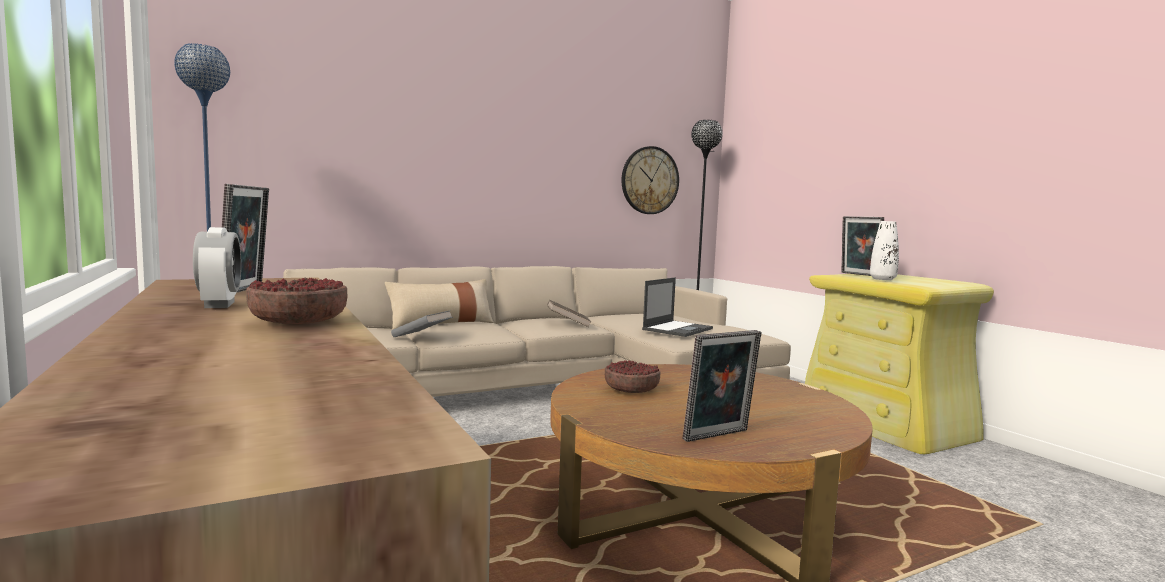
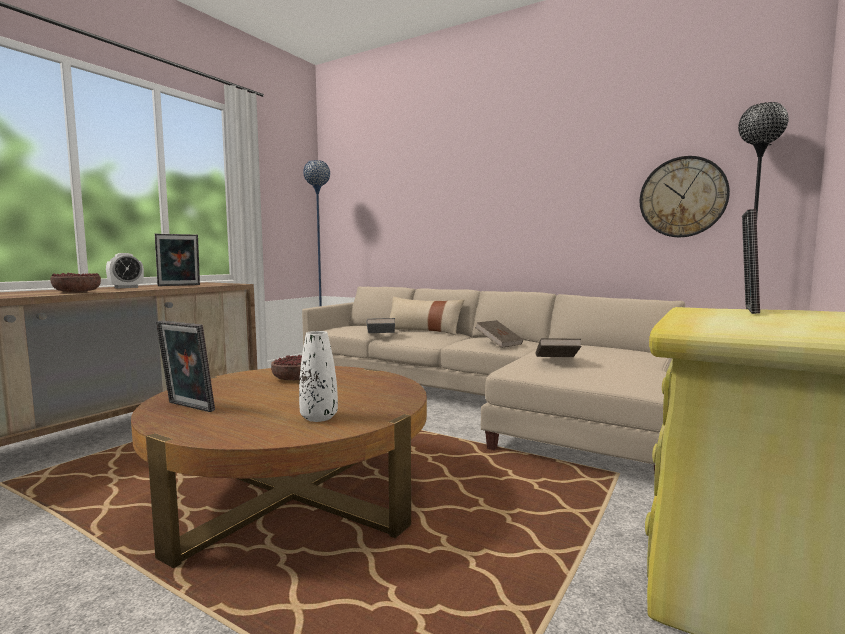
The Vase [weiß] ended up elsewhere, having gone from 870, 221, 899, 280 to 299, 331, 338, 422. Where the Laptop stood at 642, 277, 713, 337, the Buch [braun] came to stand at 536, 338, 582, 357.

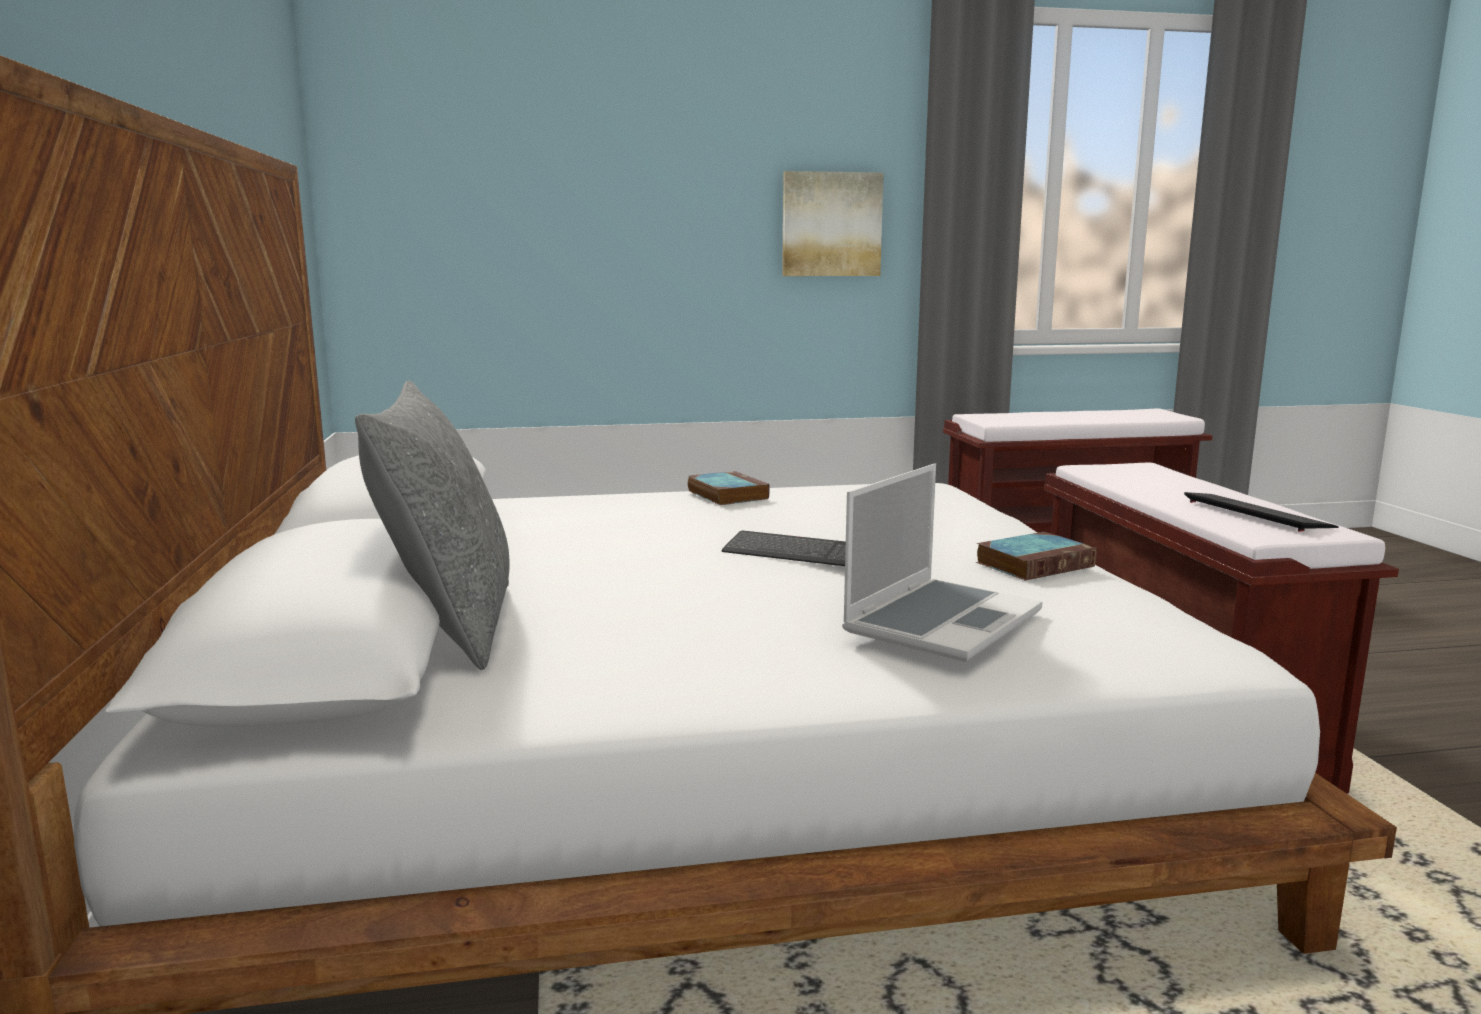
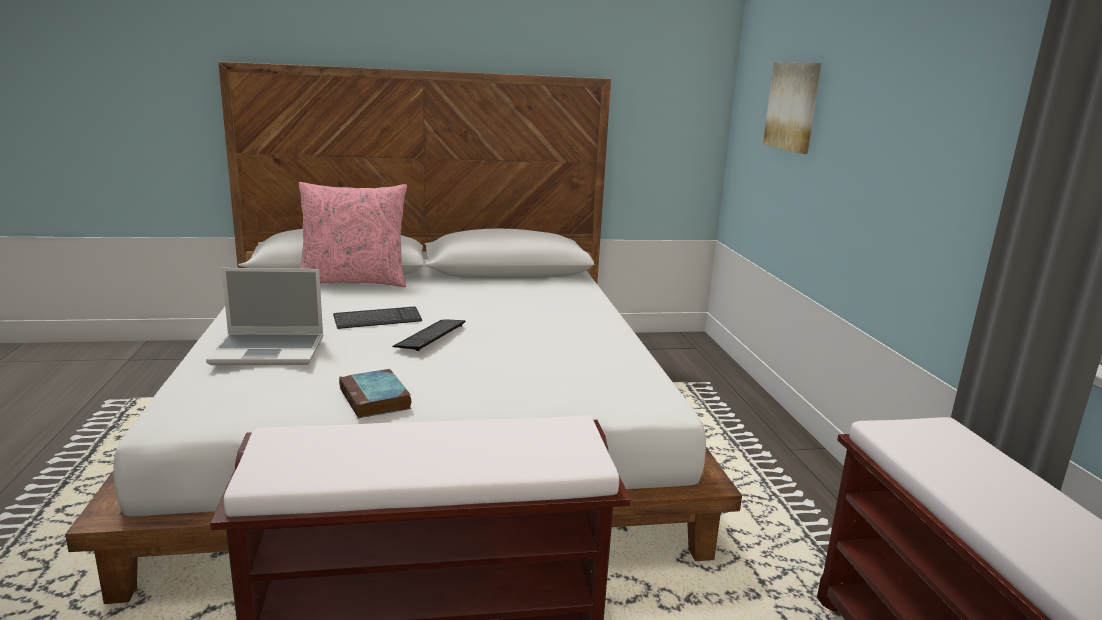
The Laptop at 842, 463, 1042, 662 ended up facing another way, 45 degrees counterclockwise from before. What was the Kissen [grau] at 355, 381, 510, 670 turned into the Kissen [rosa] at 299, 182, 407, 287. The Tastatur ended up elsewhere, having gone from 1184, 492, 1339, 532 to 333, 307, 422, 329. The Bild ended up elsewhere, having gone from 782, 171, 884, 276 to 763, 62, 821, 154. The second view lost the Buch at 688, 471, 770, 505.

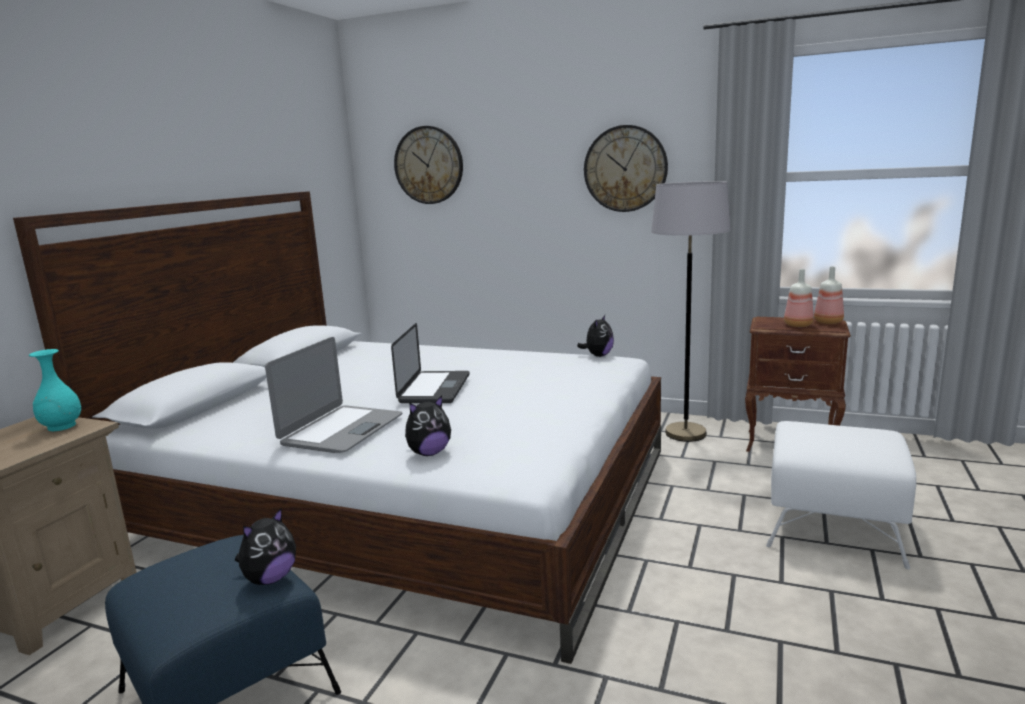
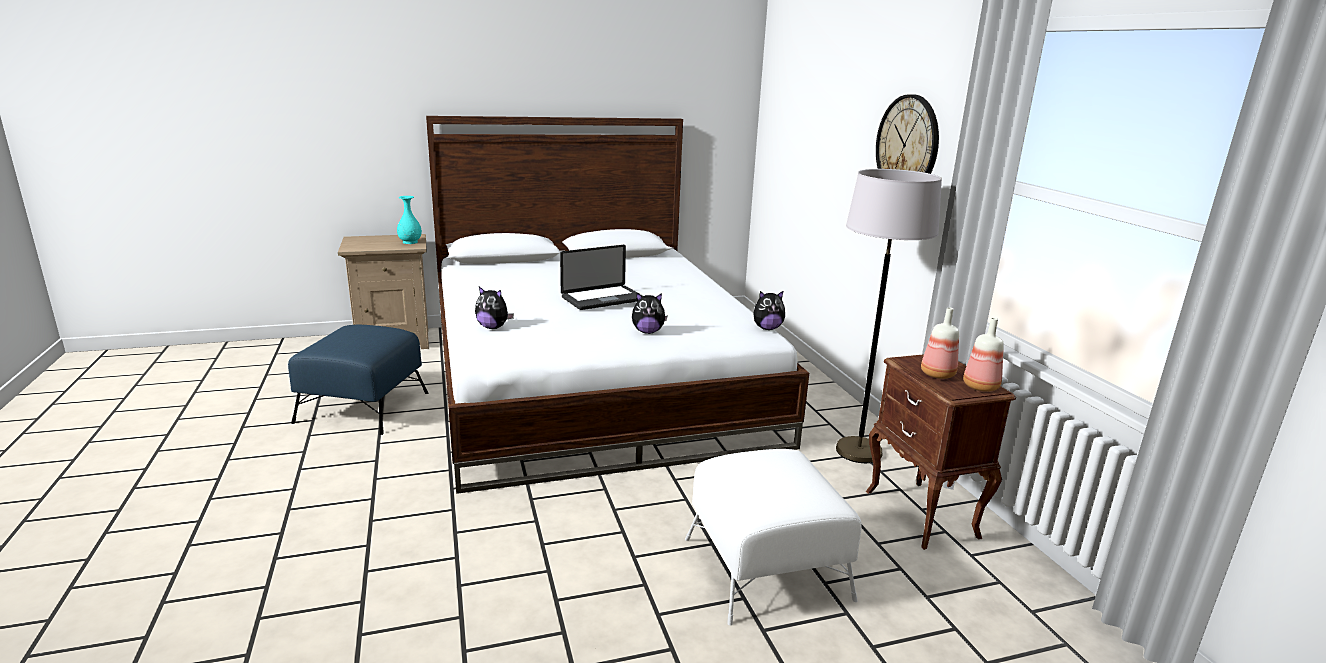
The Plüschtier ended up elsewhere, having gone from 235, 508, 296, 585 to 632, 293, 668, 334. The second view lost the Laptop at 265, 337, 402, 453. The second view lost the Wanduhr at 394, 126, 463, 204.

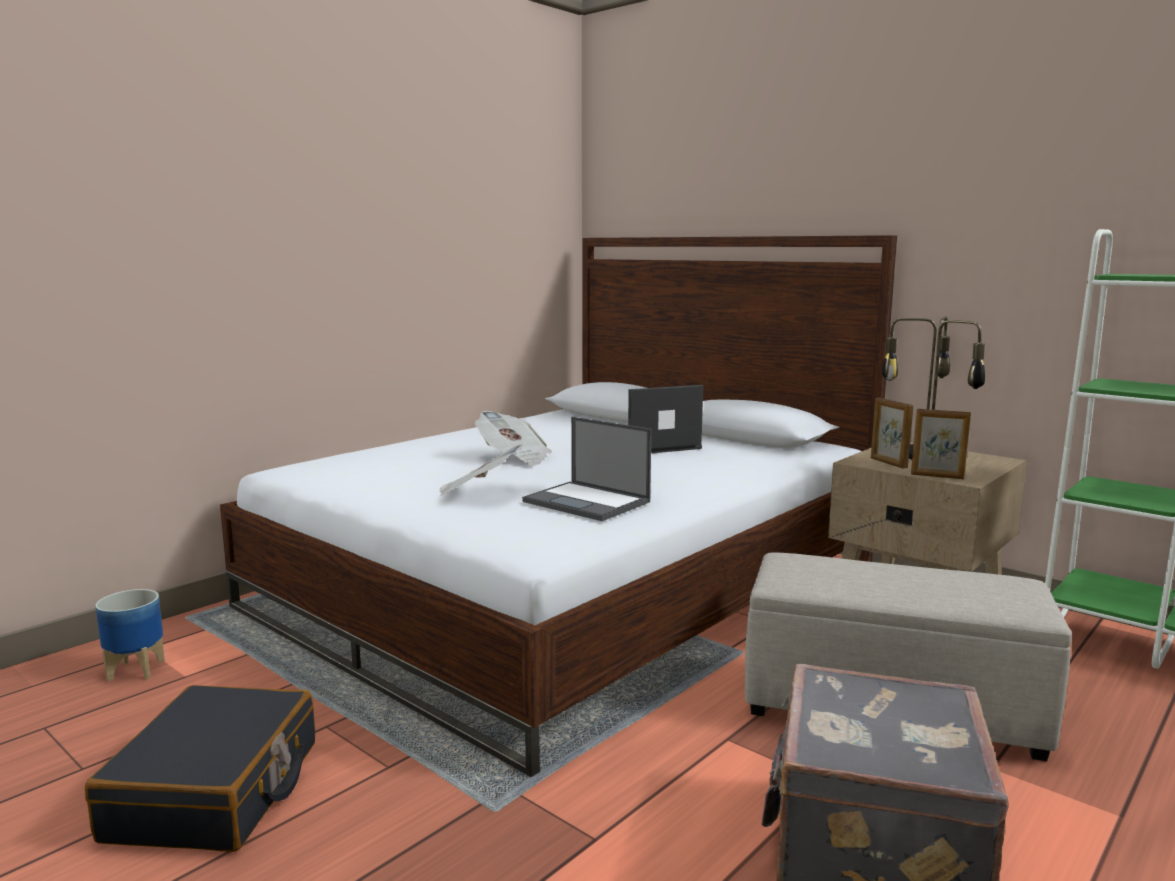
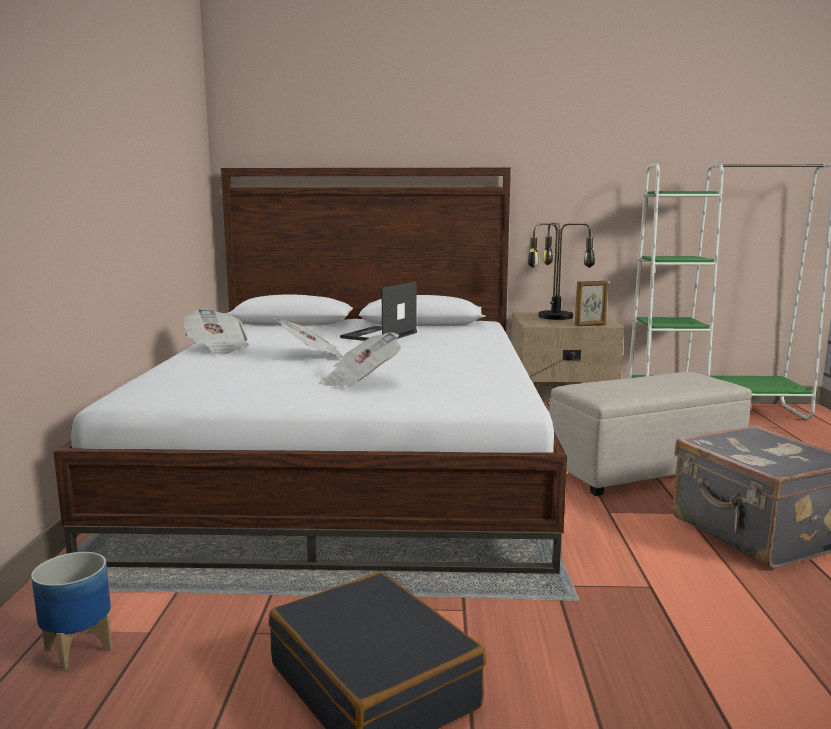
The second view gained the Zeitung at 184, 308, 249, 355. The second view lost the Laptop at 522, 417, 652, 521. The second view lost the Bilderrahmen at 871, 398, 913, 469.

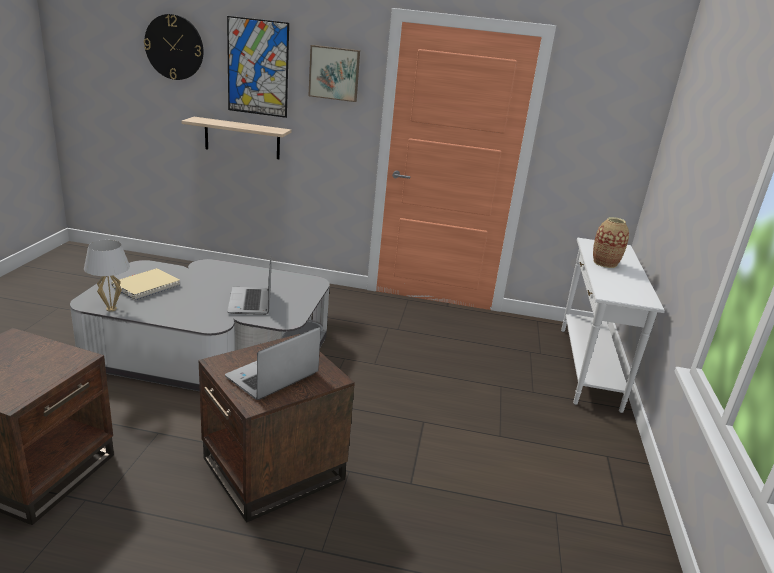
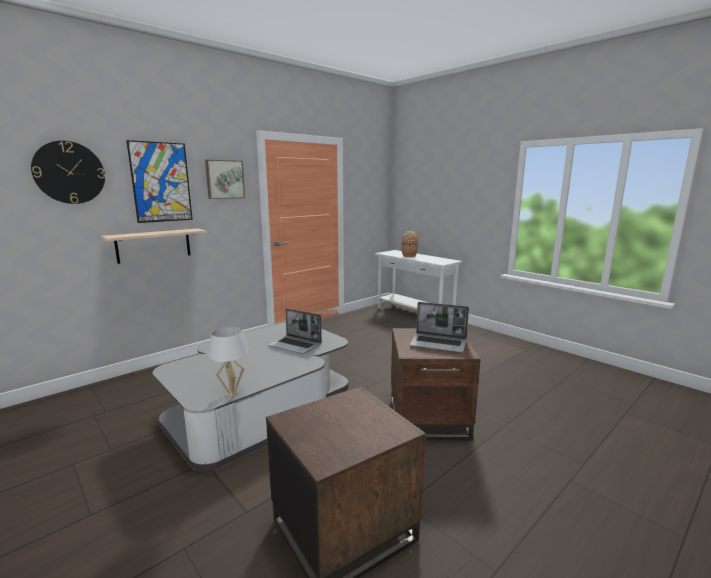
The Laptop at 225, 327, 321, 400 ended up facing another way, 60 degrees counterclockwise from before. The second view lost the Buch [beige] at 111, 268, 180, 301.

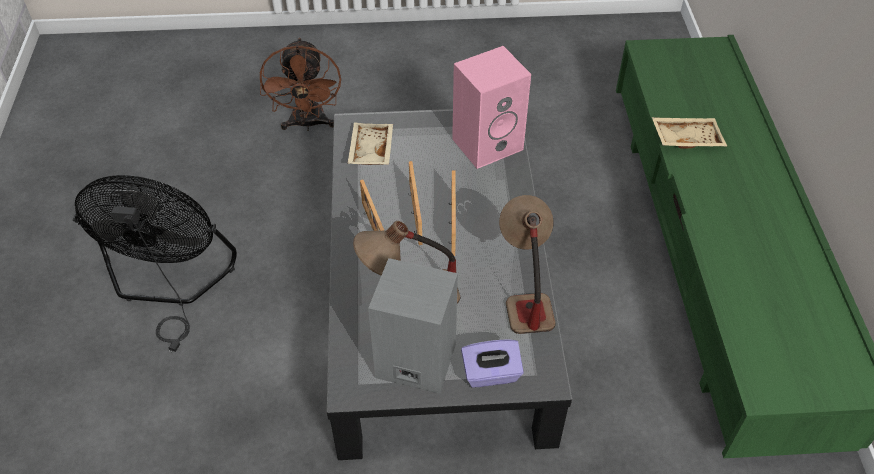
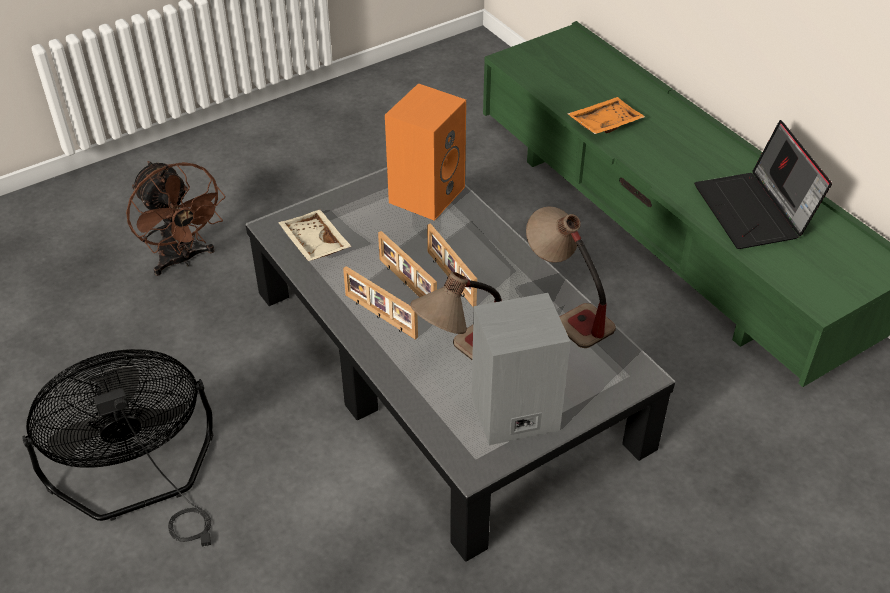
What was the Lautsprecher [rosa] at 452, 46, 531, 169 turned into the Lautsprecher [orange] at 385, 83, 466, 221. What was the Tablett [beige] at 652, 117, 727, 149 turned into the Tablett [orange] at 567, 97, 645, 134. The second view gained the Laptop at 694, 120, 832, 249. The second view lost the Taschentuchbox [lila] at 461, 339, 524, 387.

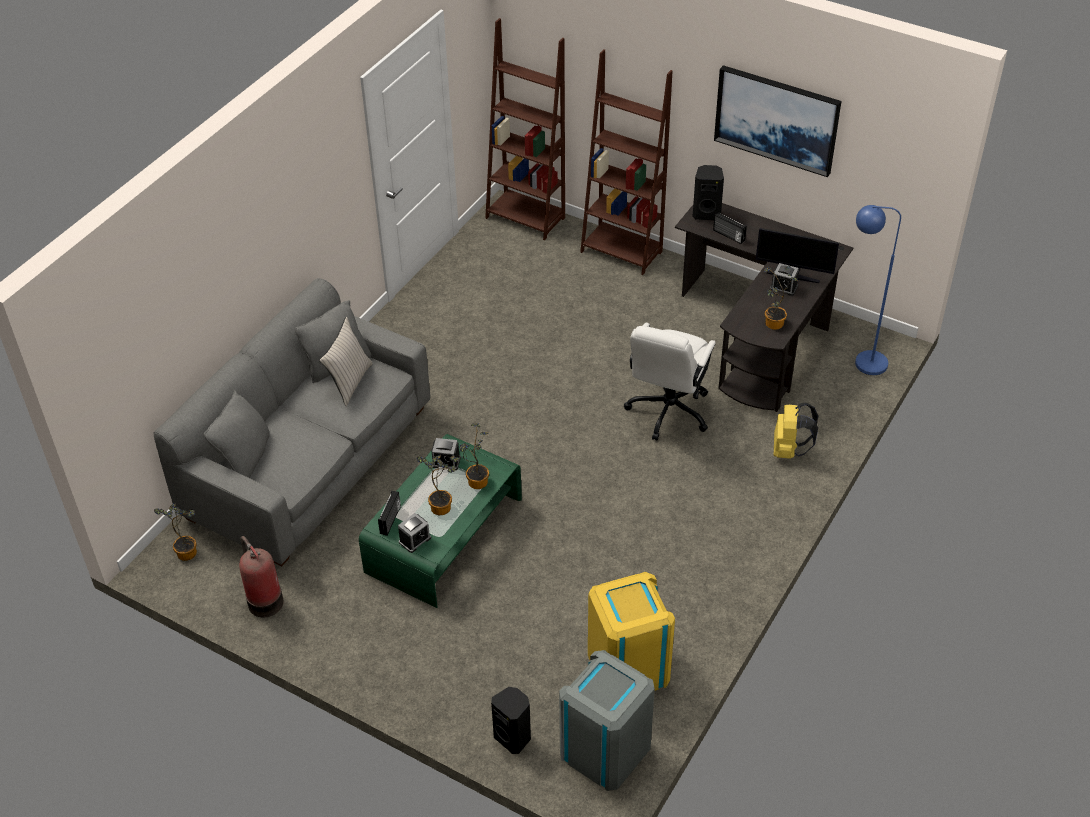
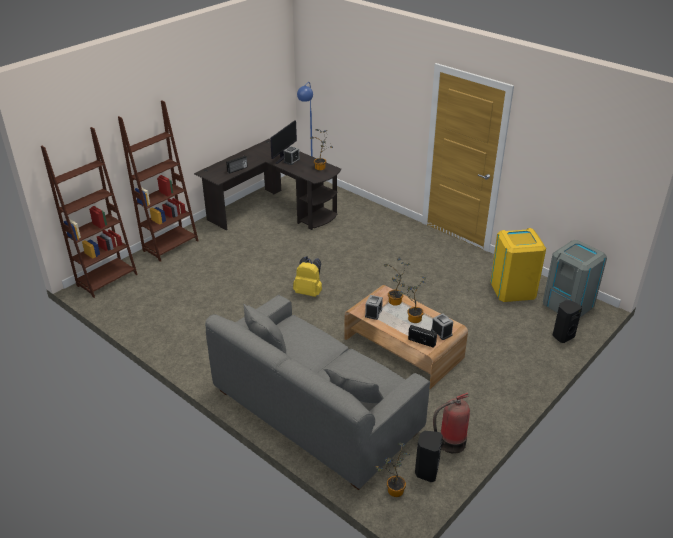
The Rucksack [gelb] ended up elsewhere, having gone from 774, 403, 818, 459 to 293, 256, 322, 297. What was the Couchtisch [grün] at 359, 434, 522, 608 turned into the Couchtisch [braun] at 344, 285, 468, 389. The Lautsprecher [schwarz] ended up elsewhere, having gone from 692, 165, 724, 220 to 415, 431, 443, 482. The second view lost the Kissen [beige] at 319, 317, 373, 406. The second view lost the Bürostuhl [weiß] at 624, 323, 715, 441. The second view lost the Bild at 714, 65, 842, 177.

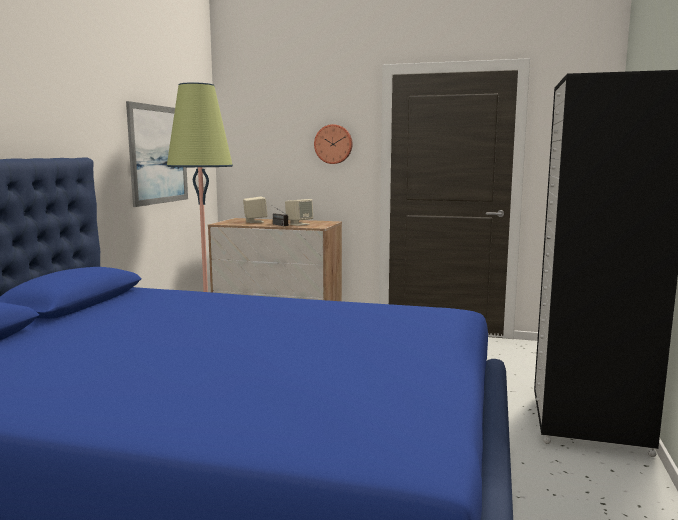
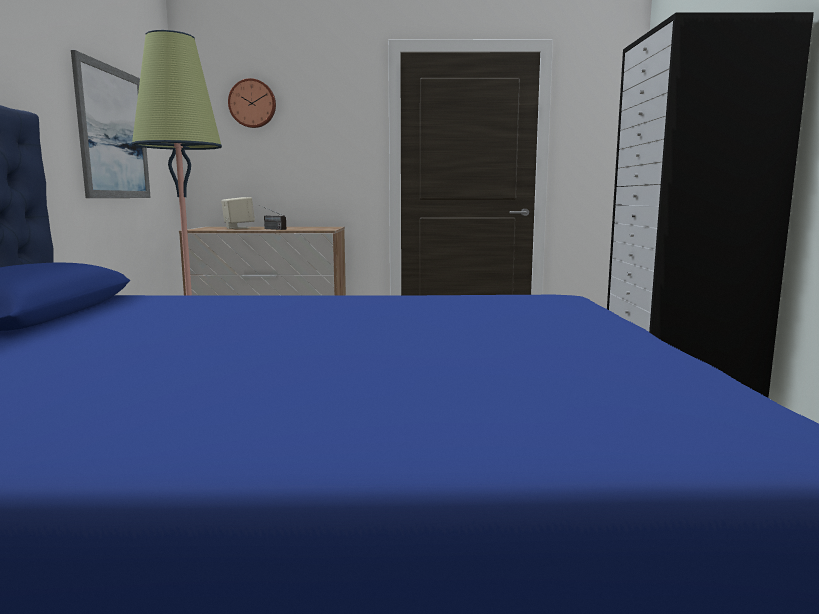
The Wanduhr ended up elsewhere, having gone from 314, 124, 352, 164 to 228, 78, 276, 128. The second view lost the Lautsprecher [beige] at 285, 199, 313, 226.

